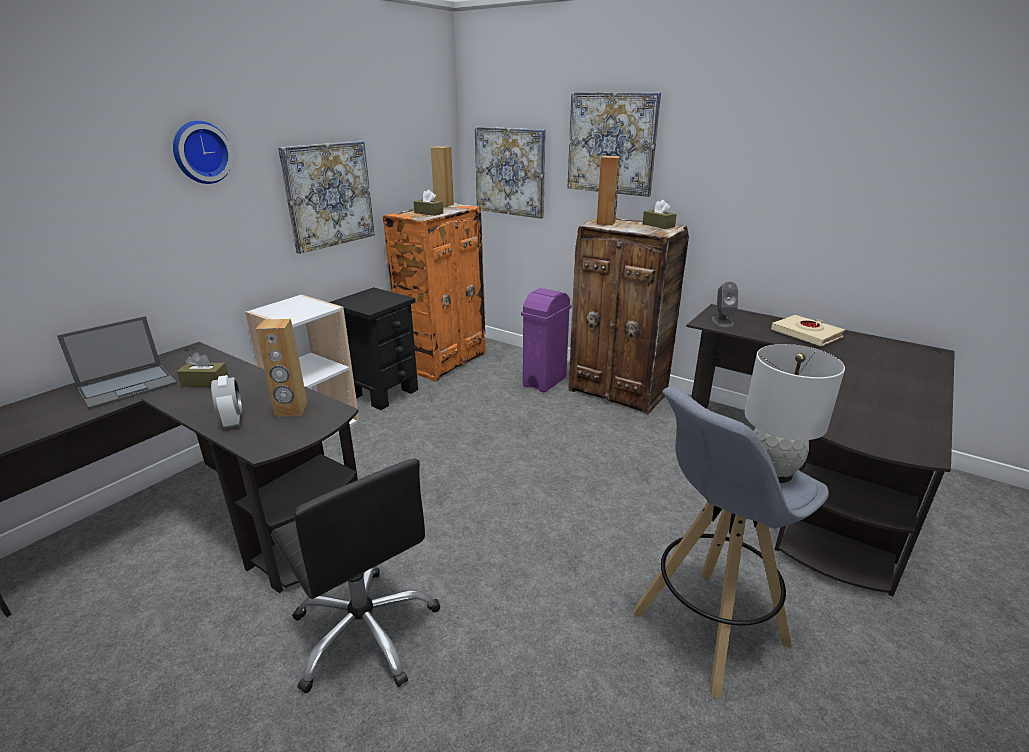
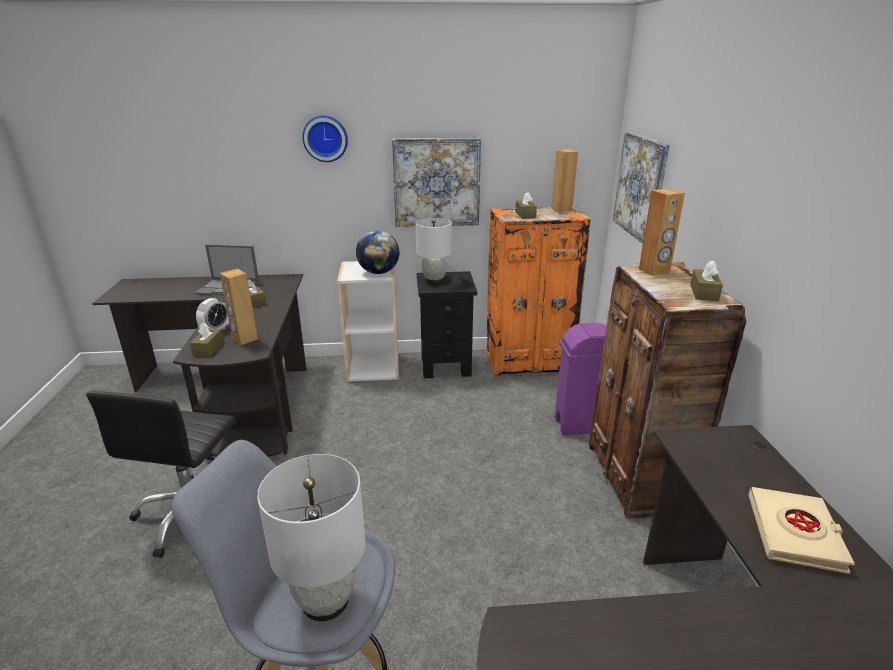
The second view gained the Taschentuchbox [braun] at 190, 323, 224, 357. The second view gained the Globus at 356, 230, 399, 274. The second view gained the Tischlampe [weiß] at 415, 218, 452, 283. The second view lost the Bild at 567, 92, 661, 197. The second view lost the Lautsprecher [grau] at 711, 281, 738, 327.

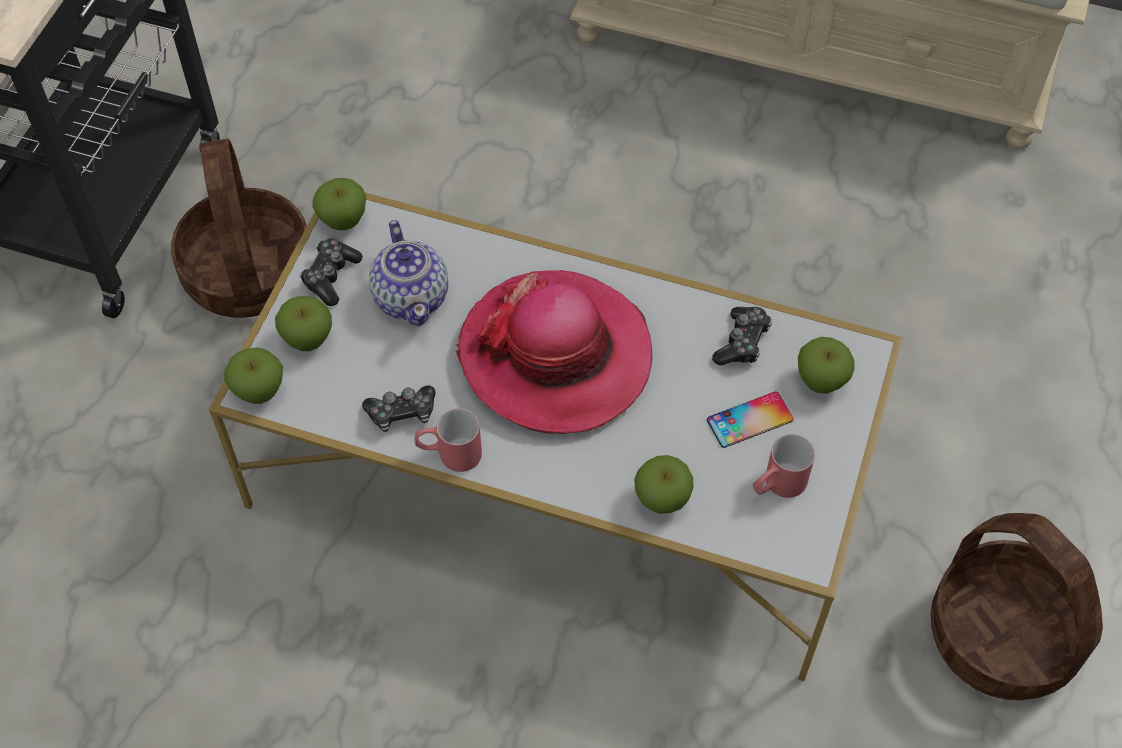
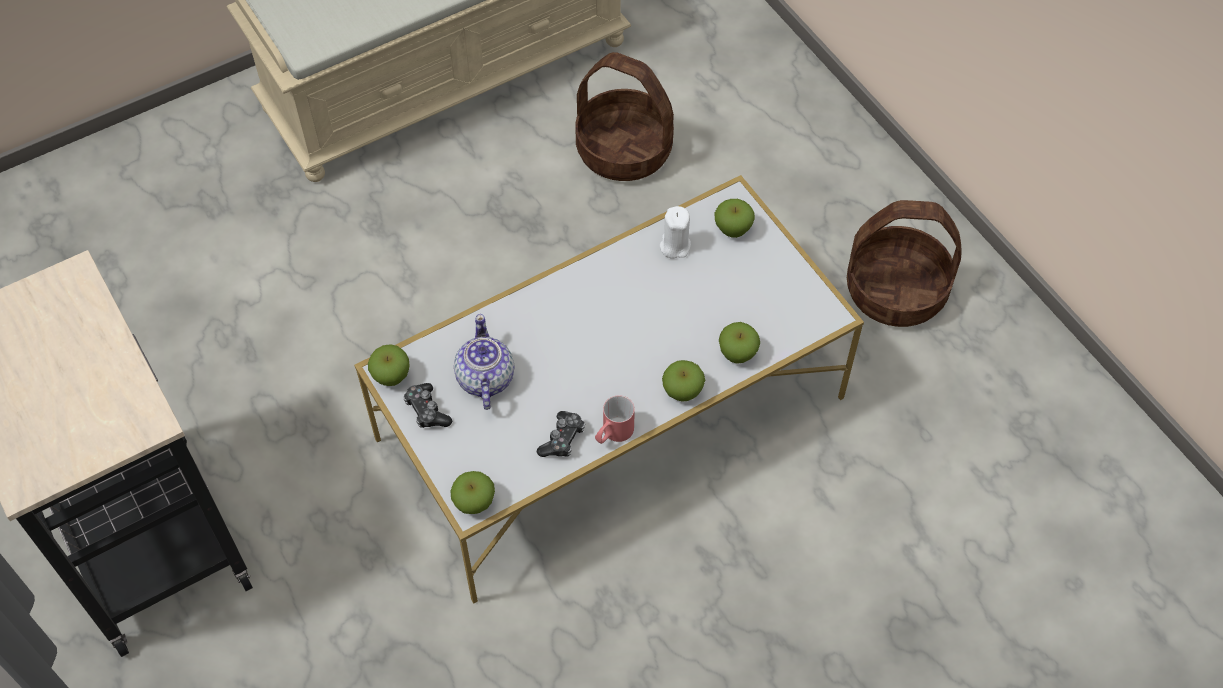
The Teekanne at 369, 220, 449, 326 ended up facing another way, 120 degrees counterclockwise from before. The Korb ended up elsewhere, having gone from 171, 139, 307, 318 to 575, 52, 674, 181. Where the Gamepad stood at 712, 307, 772, 366, the Kerze [weiß] came to stand at 660, 206, 691, 259. The Apfel ended up elsewhere, having gone from 275, 296, 332, 351 to 662, 360, 705, 402. The second view lost the Hut at 456, 270, 652, 434. The second view lost the Handy at 707, 391, 794, 448. The second view lost the Henkelbecher [rot] at 753, 434, 815, 498.

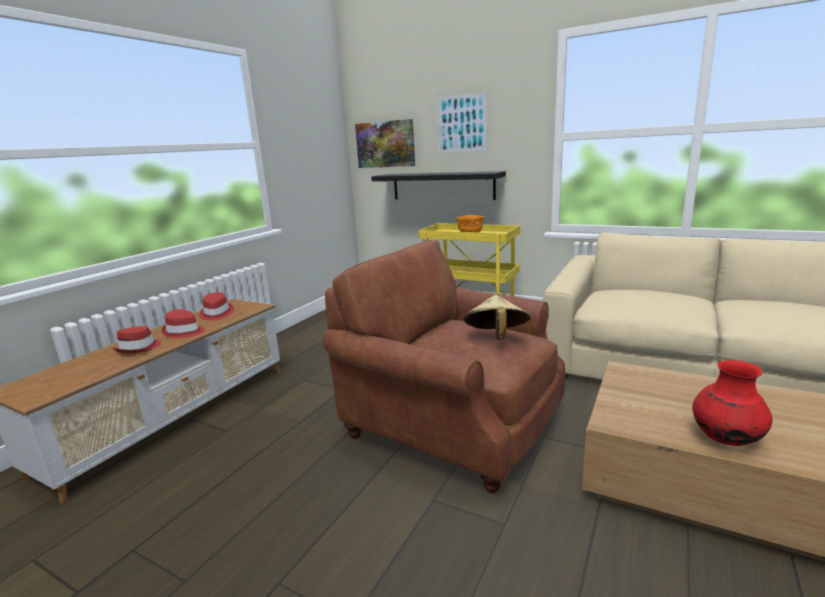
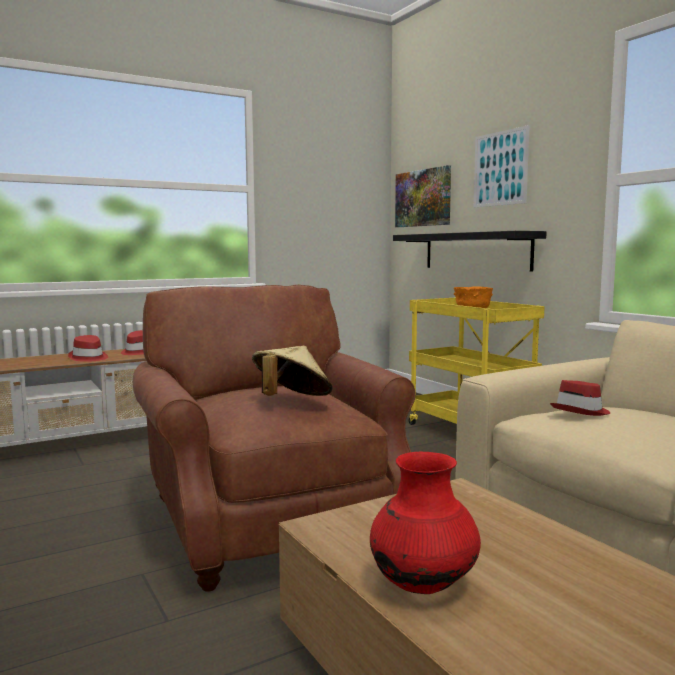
The Hut [rot] ended up elsewhere, having gone from 113, 326, 161, 353 to 550, 380, 610, 416.

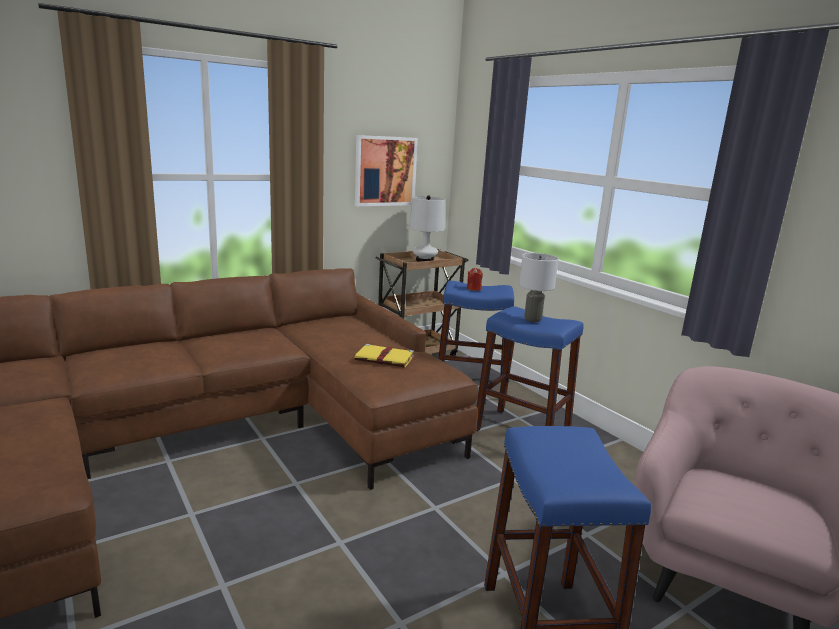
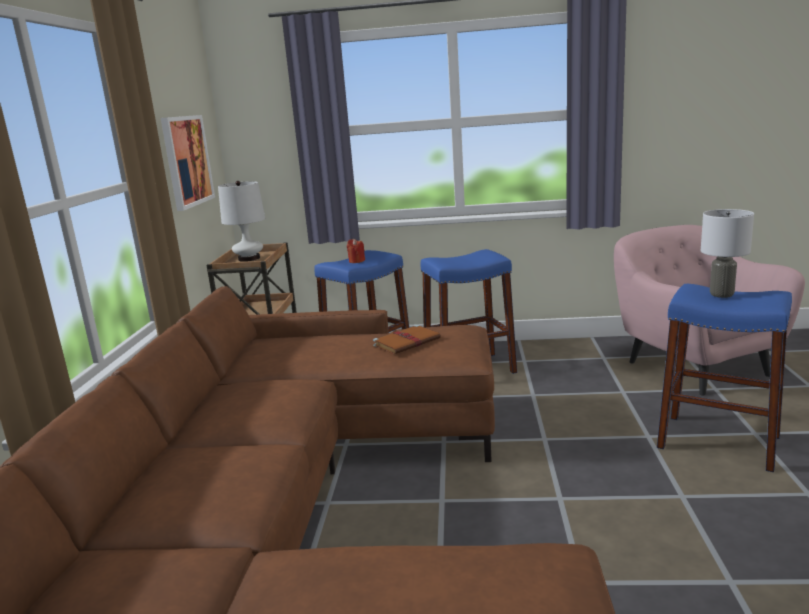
What was the Buch [gelb] at 354, 344, 416, 367 turned into the Buch [braun] at 373, 325, 441, 354. The Tischlampe [weiß] ended up elsewhere, having gone from 519, 253, 559, 322 to 701, 209, 754, 298.

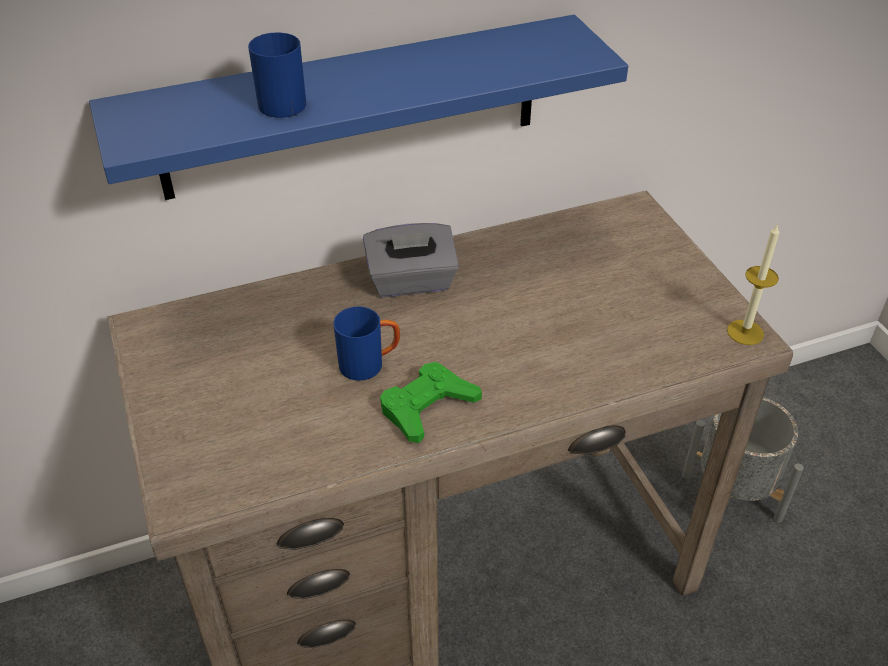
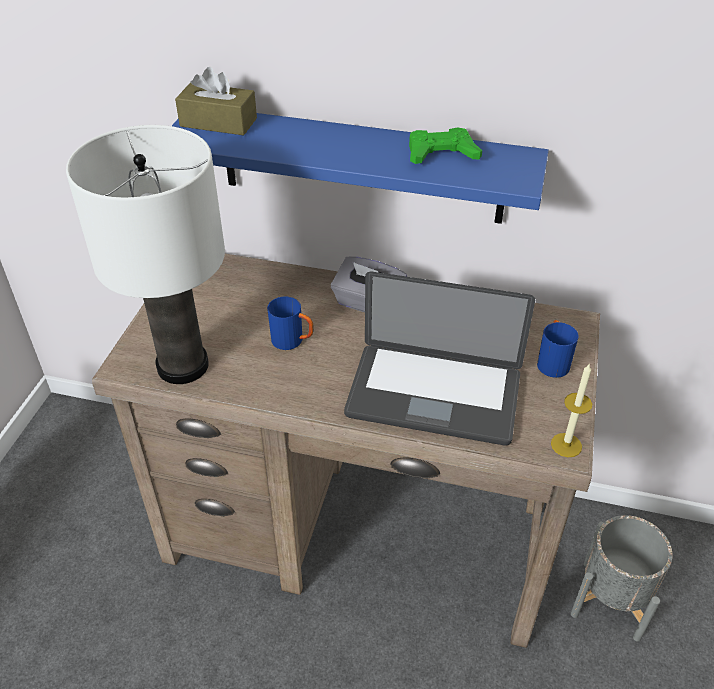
The second view gained the Tischlampe [weiß] at 66, 125, 225, 384. The second view gained the Taschentuchbox [braun] at 175, 67, 257, 136. The second view gained the Laptop at 344, 272, 535, 446. The Gamepad [grün] ended up elsewhere, having gone from 380, 362, 482, 443 to 409, 127, 482, 164. The Henkelbecher [blau] ended up elsewhere, having gone from 248, 33, 306, 118 to 537, 320, 579, 378.

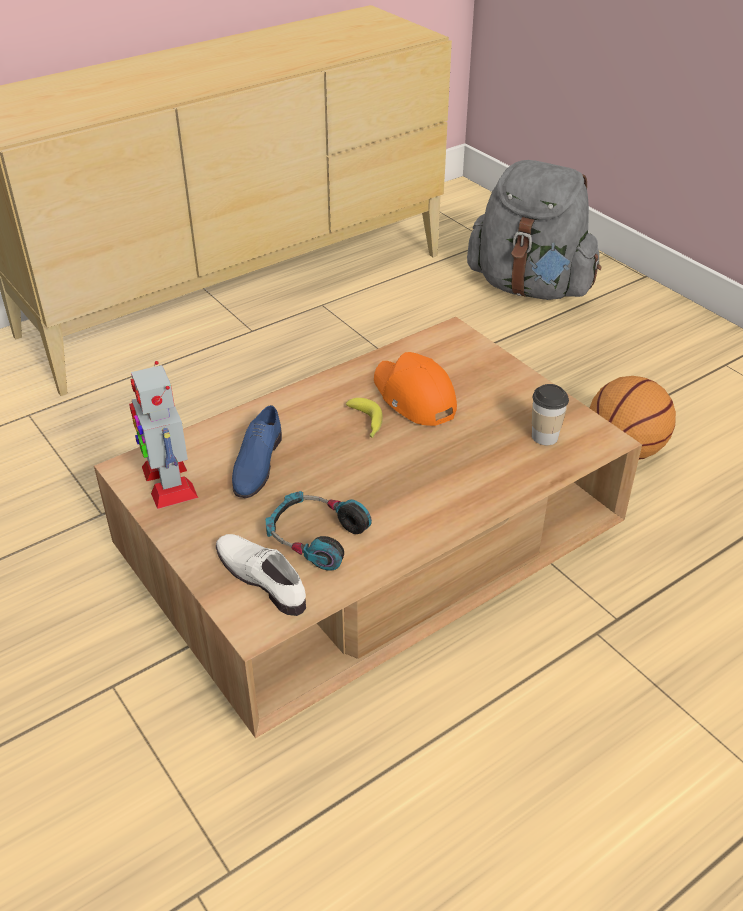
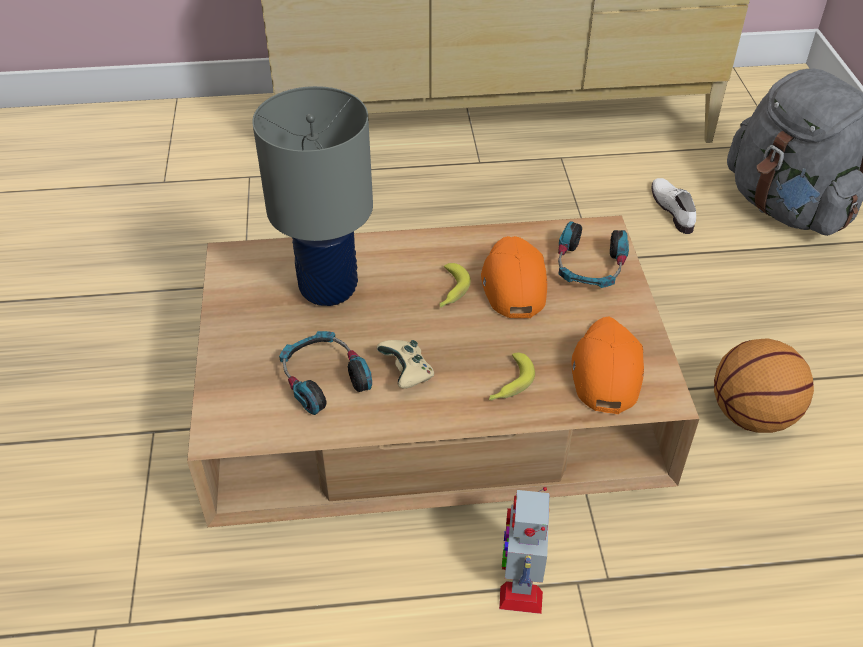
Where the Schuh [blau] stood at 232, 405, 282, 498, the Tischlampe [grau] came to stand at 252, 86, 373, 306. The second view gained the Gamepad [beige] at 377, 340, 434, 389. The second view gained the Banane at 489, 353, 535, 401. The Spielzeugroboter ended up elsewhere, having gone from 129, 361, 198, 509 to 499, 487, 550, 614. The second view gained the Kopfhörer at 558, 221, 629, 288. Where the Tasse stood at 532, 384, 569, 445, the Kappe [orange] came to stand at 572, 317, 644, 414. The Schuh [weiß] ended up elsewhere, having gone from 216, 534, 306, 616 to 652, 178, 696, 234.

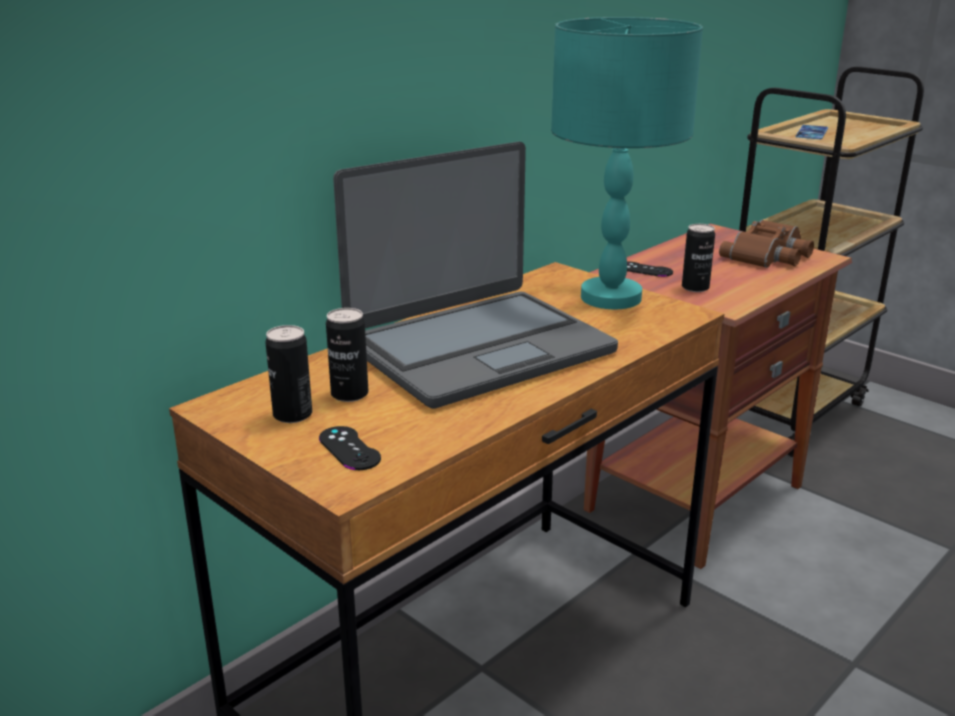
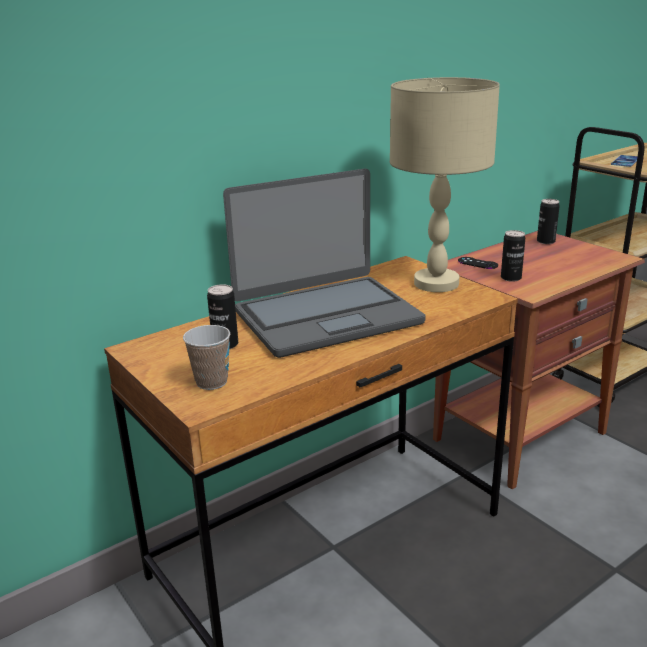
Where the Gamepad [schwarz] stood at 319, 426, 381, 470, the Tasse came to stand at 183, 325, 230, 390. What was the Tischlampe [türkis] at 551, 17, 703, 309 turned into the Tischlampe [beige] at 390, 77, 500, 292. The Dose ended up elsewhere, having gone from 265, 325, 312, 423 to 537, 199, 560, 244. The second view lost the Fernglas [braun] at 719, 220, 814, 268.

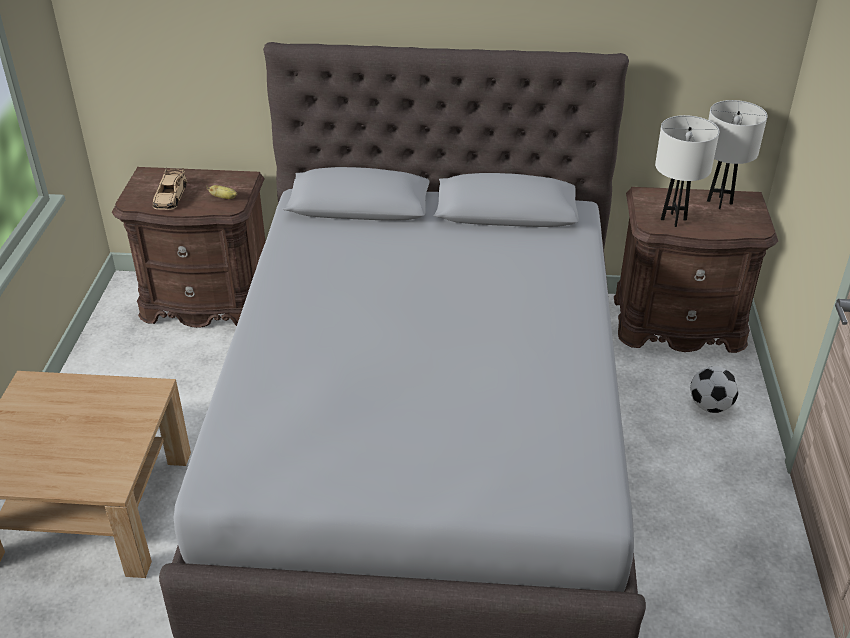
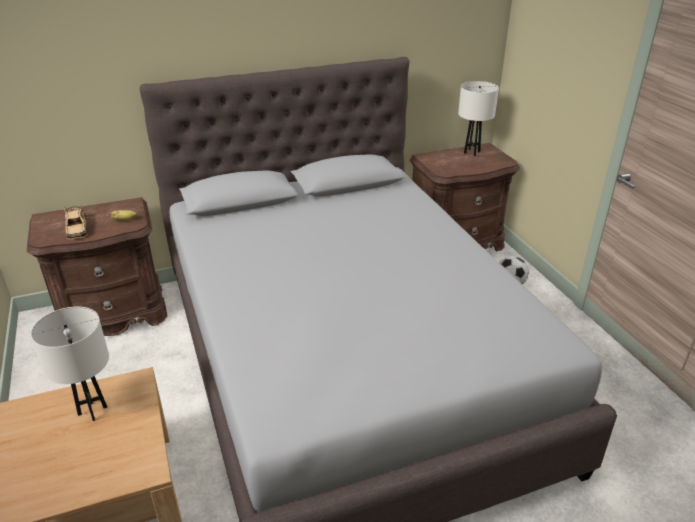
The Tischlampe [weiß] ended up elsewhere, having gone from 655, 115, 719, 227 to 31, 307, 109, 421.

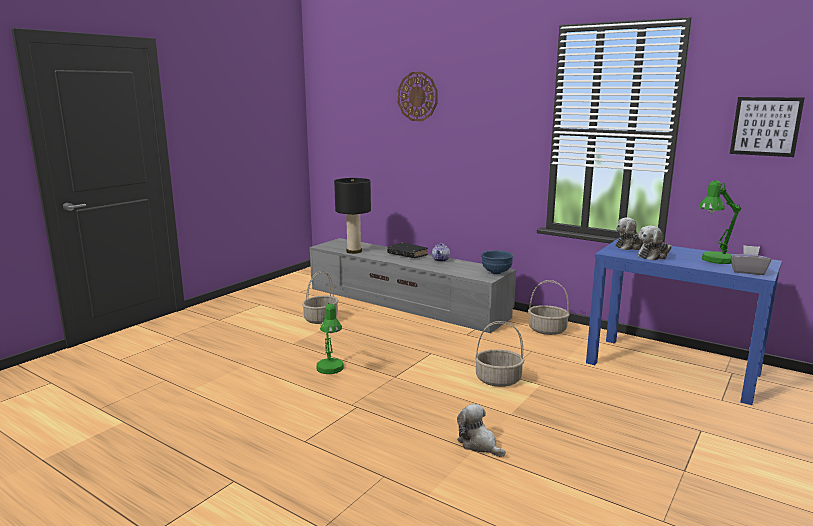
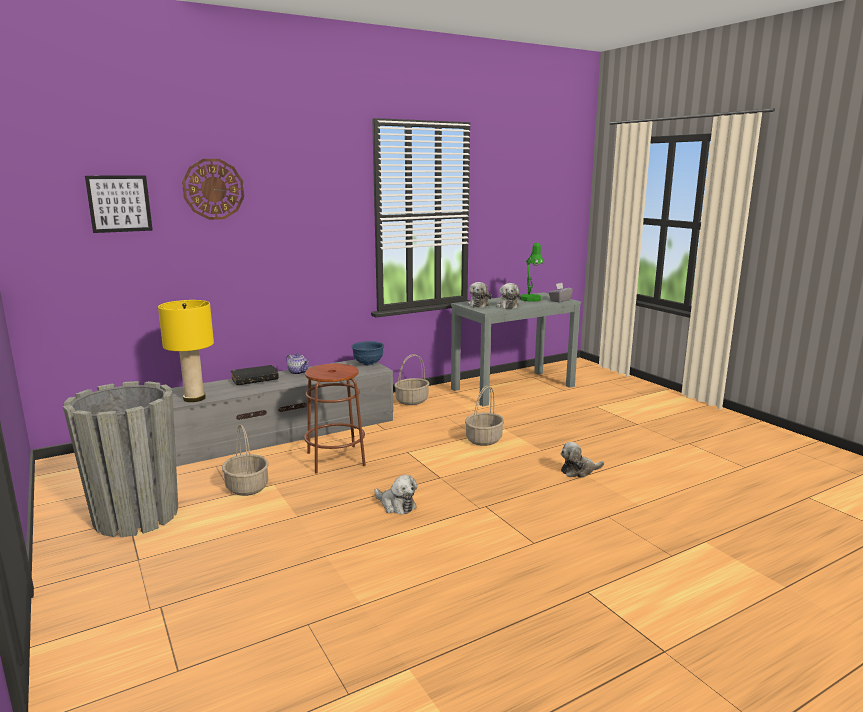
The second view gained the Pflanzkübel [grau] at 63, 381, 178, 537. The Bild ended up elsewhere, having gone from 730, 97, 805, 157 to 85, 175, 153, 233. What was the Tischlampe [schwarz] at 334, 178, 371, 254 turned into the Tischlampe [gelb] at 158, 300, 214, 402. The second view gained the Hocker [braun] at 304, 364, 366, 473. Where the Tischlampe [grün] stood at 317, 303, 344, 374, the Plüschtier came to stand at 374, 475, 417, 515. What was the Konsolentisch [blau] at 586, 239, 782, 405 turned into the Konsolentisch [grau] at 451, 292, 581, 406.

